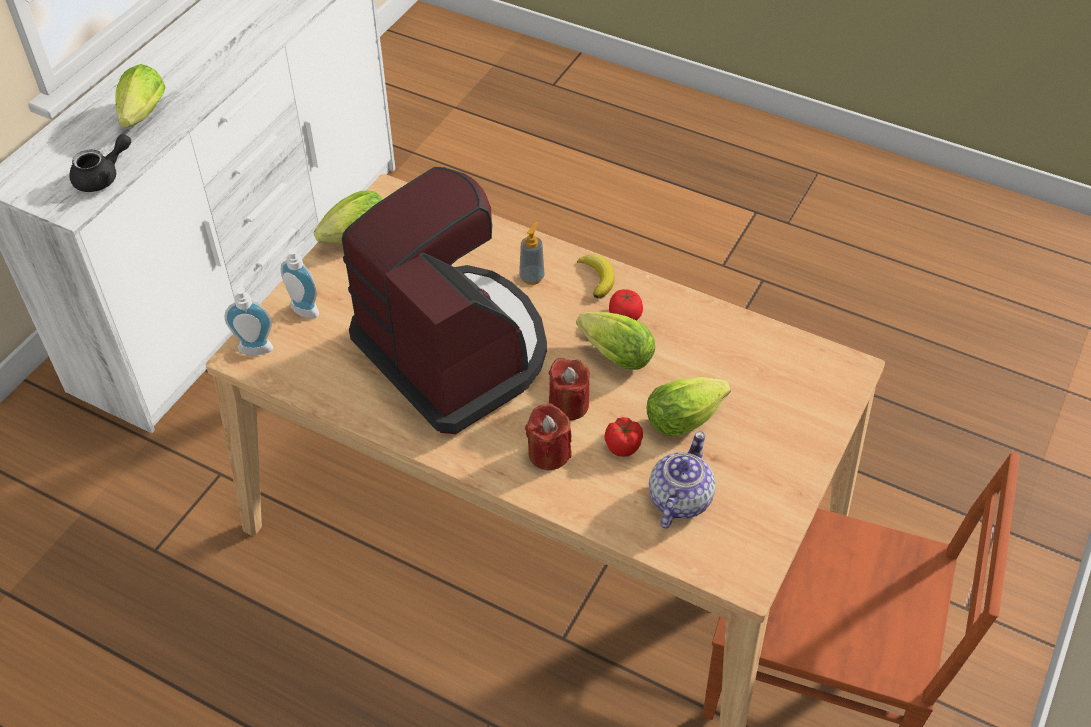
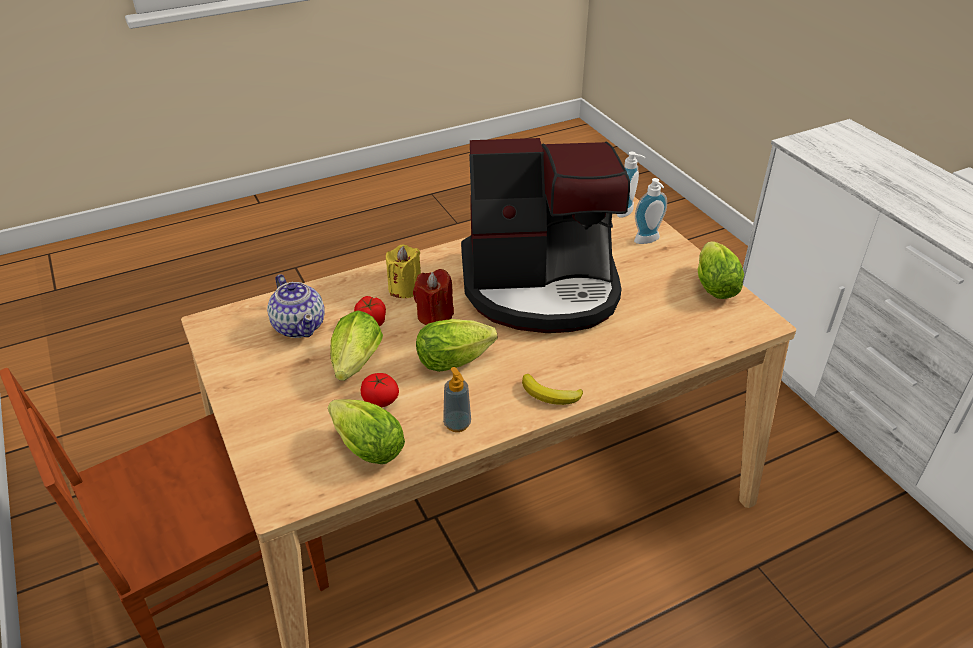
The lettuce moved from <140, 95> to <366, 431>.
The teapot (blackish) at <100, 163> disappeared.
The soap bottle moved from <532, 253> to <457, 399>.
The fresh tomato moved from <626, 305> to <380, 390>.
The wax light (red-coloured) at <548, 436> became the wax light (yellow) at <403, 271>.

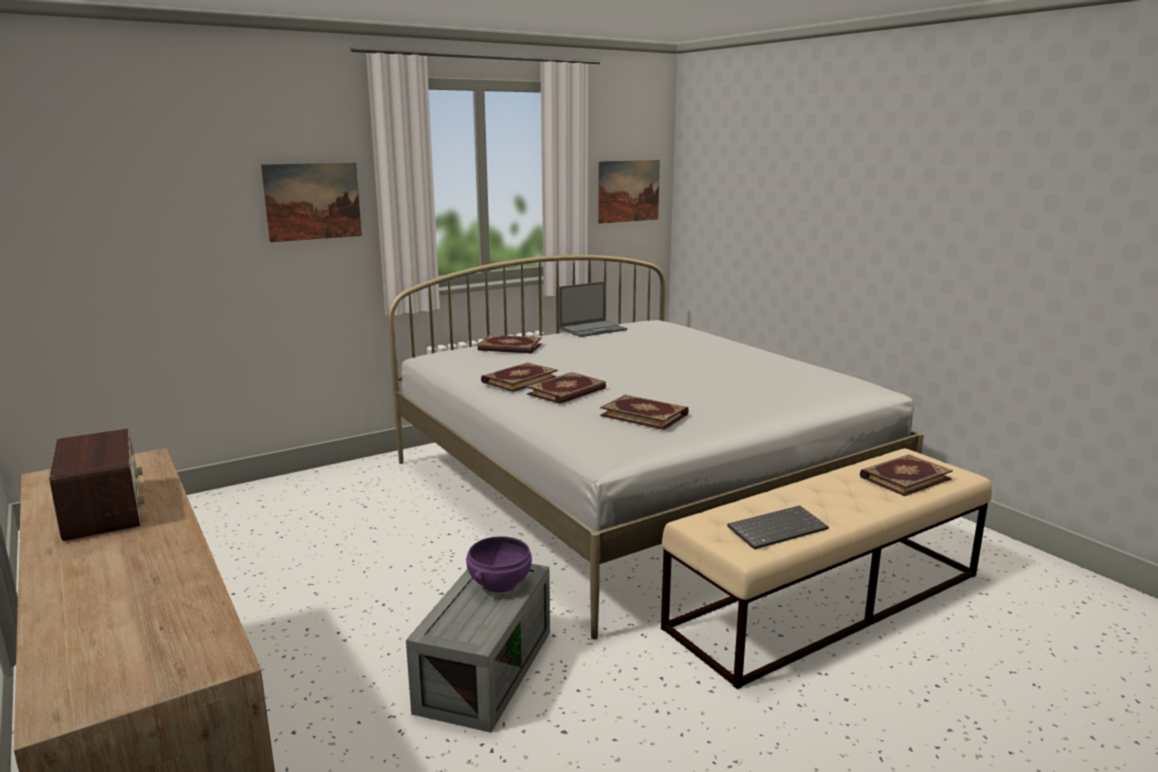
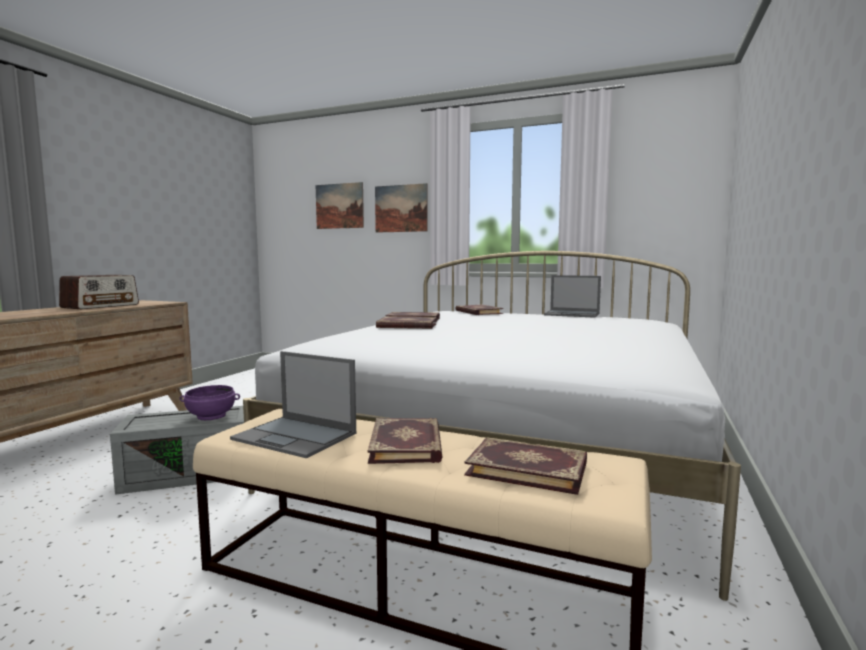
The picture moved from <629, 192> to <340, 205>.
The bound book moved from <644, 412> to <405, 441>.
The computer keyboard at <778, 528> was replaced by the laptop at <293, 404>.

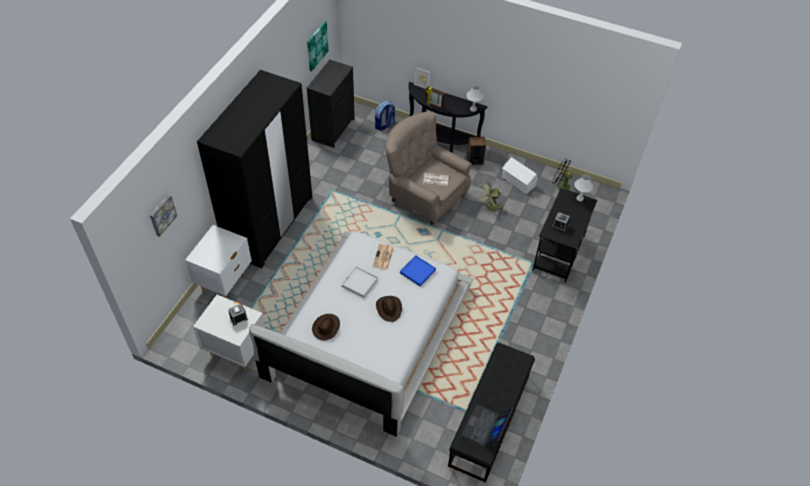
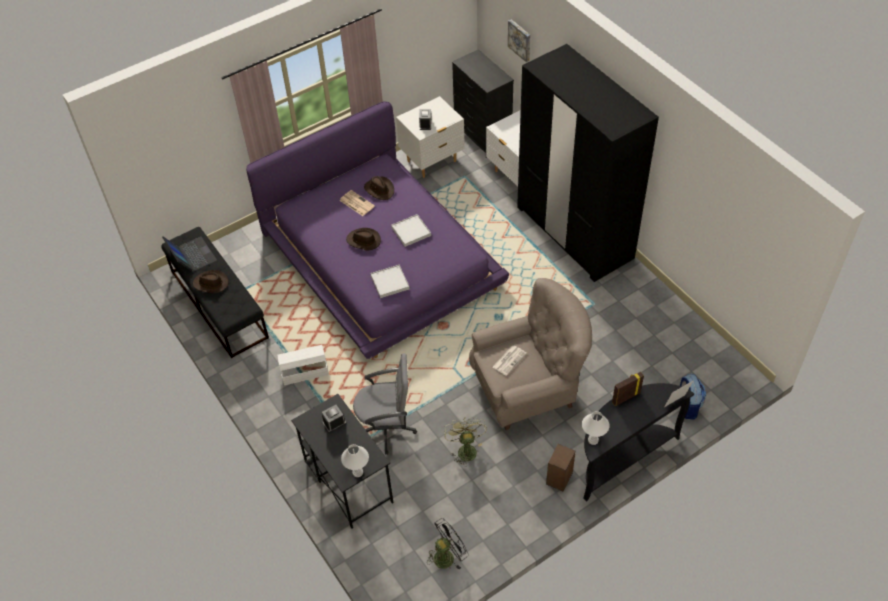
The picture at <317, 46> disappeared.
The dresser (blackish) moved from <330, 104> to <483, 103>.
The storage bin (white) moved from <519, 175> to <303, 365>.
The sleeping bed (white) at <361, 334> became the sleeping bed (purplish) at <377, 230>.
The newspaper moved from <383, 256> to <357, 203>.
The serving tray (bluish) at <418, 270> became the serving tray (white) at <390, 281>.
The wearable hat (brown-coloured) at <210, 282> appeared.
The computer chair (gray) at <385, 404> appeared.

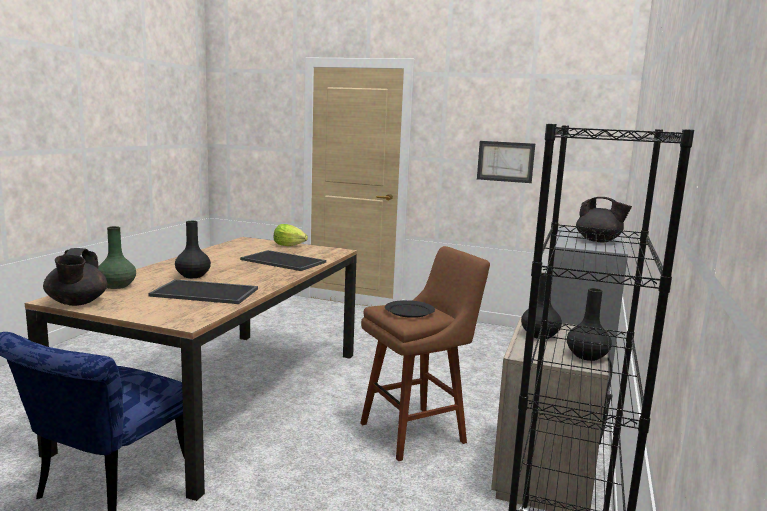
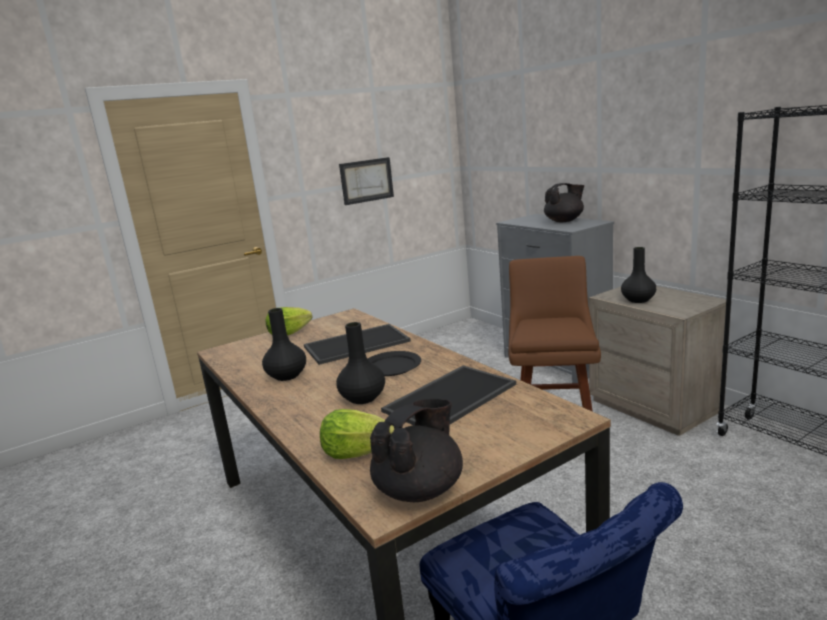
The vase (green) at <117, 257> was replaced by the lettuce at <357, 434>.
The teapot (blackish) at <75, 277> turned 75 degrees counterclockwise.
The vase (blackish) moved from <589, 324> to <284, 344>.
The flat dish (blackish) moved from <410, 309> to <394, 363>.

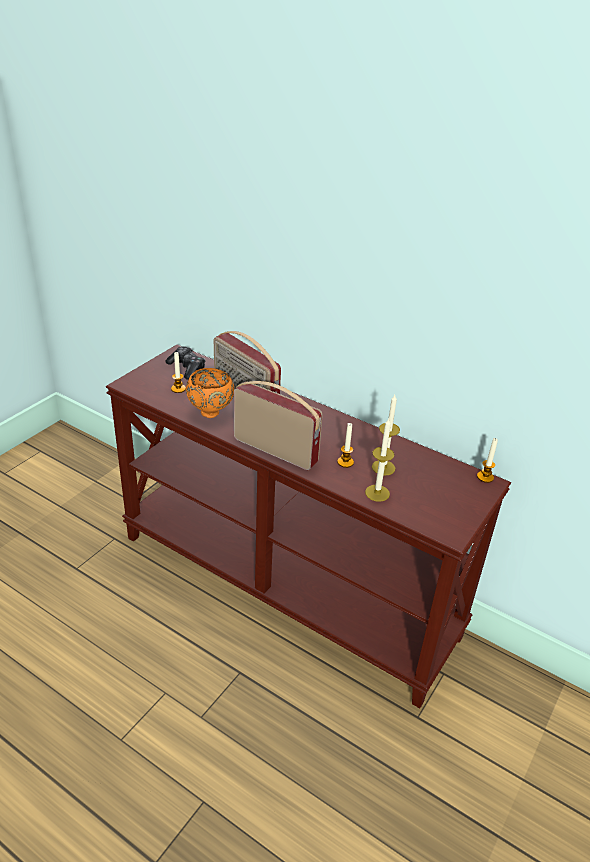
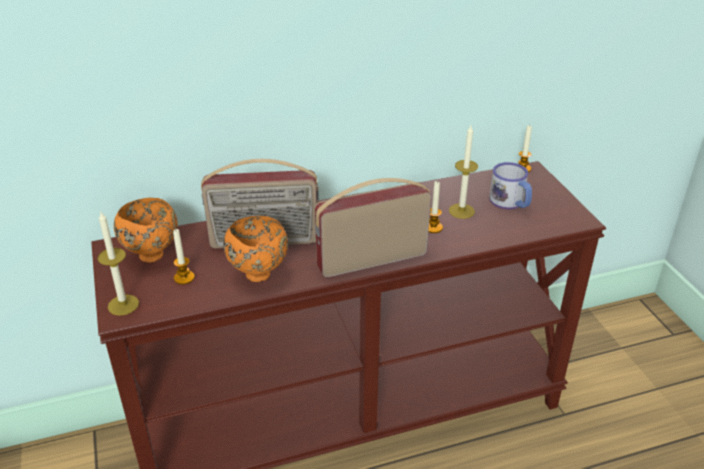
The joypad at <185, 363> was replaced by the deep dish (orange) at <146, 230>.
The wax light moved from <379, 460> to <118, 264>.
The coffee mug at <510, 185> appeared.

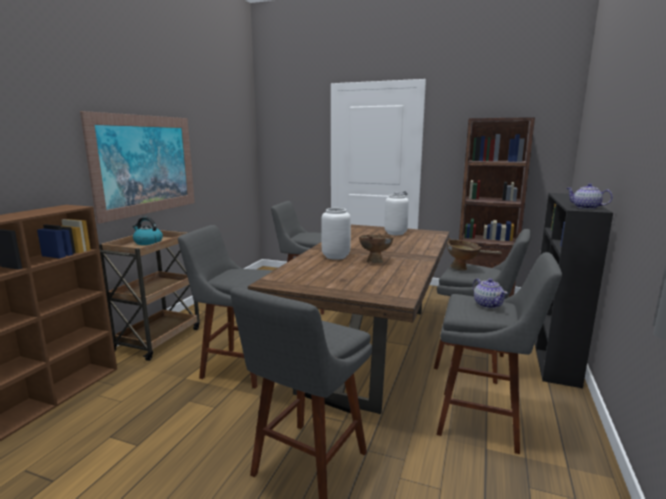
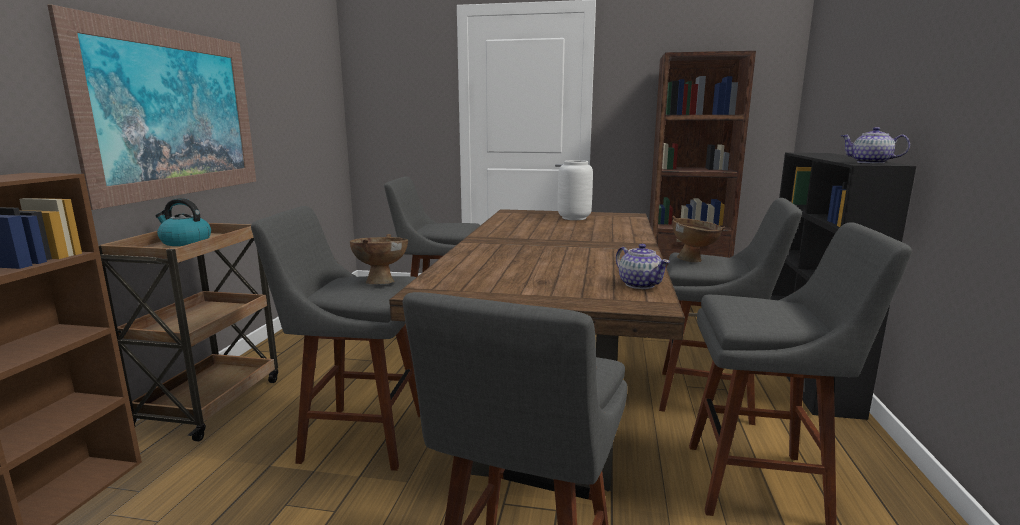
The vase (white) at <336, 234> disappeared.
The deep dish (brown-coloured) moved from <376, 248> to <379, 259>.
The teapot moved from <490, 293> to <643, 266>.

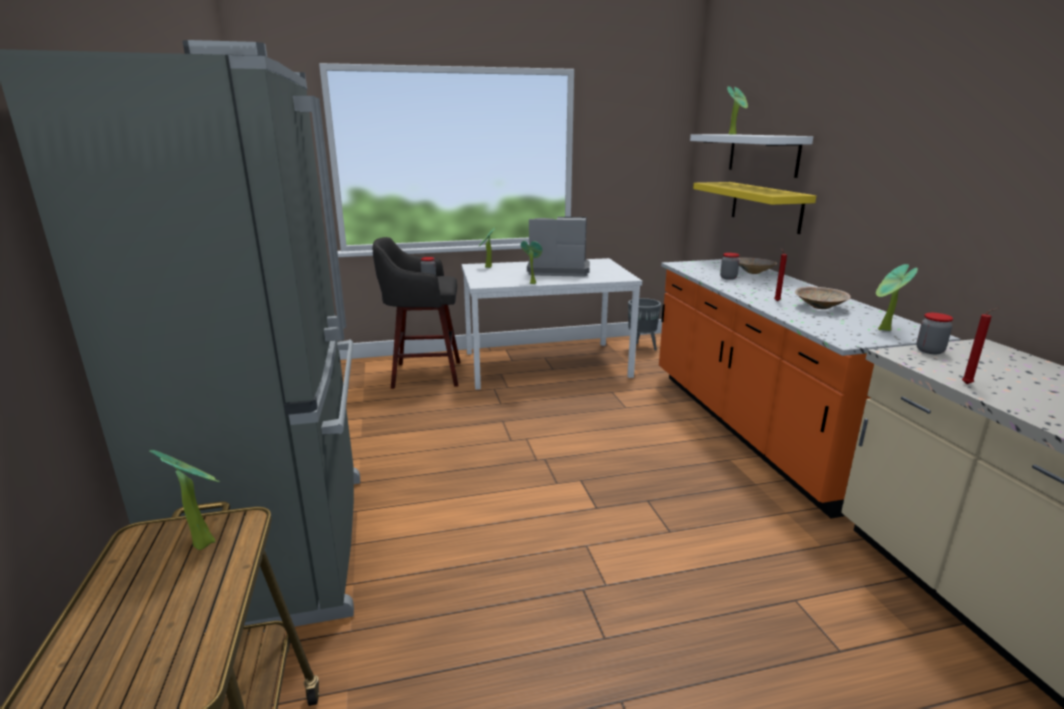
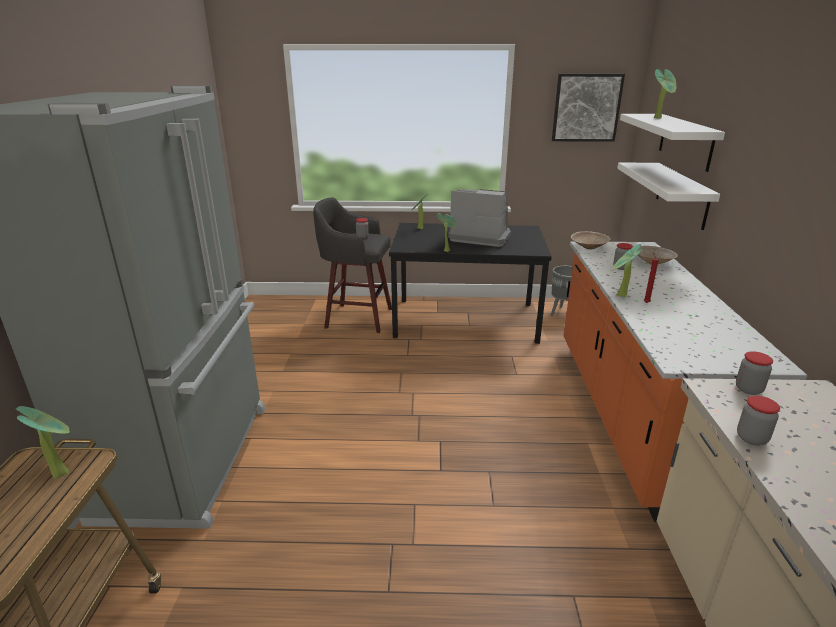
The bracket shelf (yellow) at <754, 208> became the bracket shelf (white) at <668, 196>.
The dinner table (white) at <552, 324> became the dinner table (blackish) at <470, 283>.
The potted plant moved from <897, 297> to <628, 270>.
The deep dish (beige-coloured) moved from <823, 297> to <590, 240>.
The wax light (red-coloured) at <980, 346> was replaced by the storage jar at <758, 421>.
The picture at <588, 108> appeared.

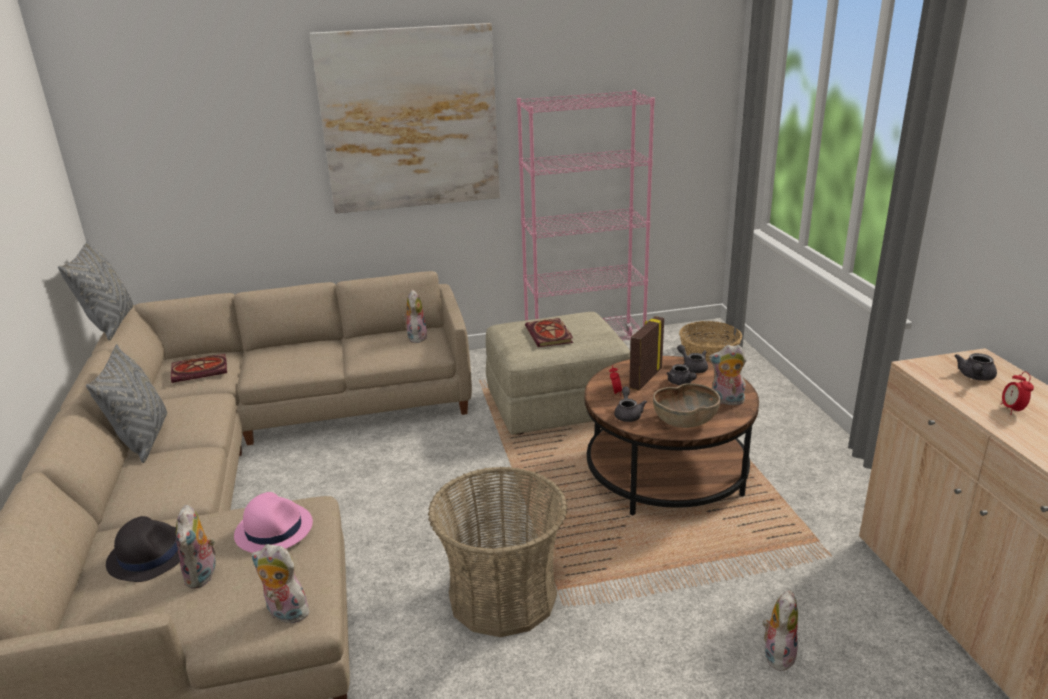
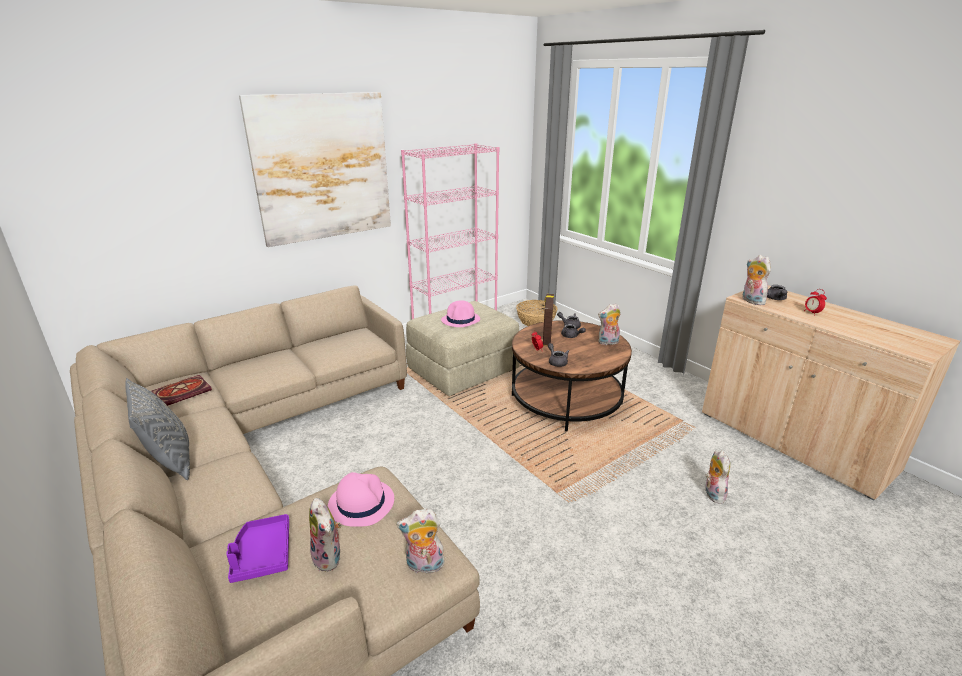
The pillow (gray) at <95, 290> disappeared.
The cuddly toy moved from <415, 316> to <757, 280>.
The bound book at <549, 332> was replaced by the wearable hat (pink) at <460, 313>.
The deep dish (brown-coloured) at <687, 405> disappeared.
The storage basket at <497, 552> disappeared.
The wearable hat (blackish) at <143, 549> was replaced by the serving tray (purplish) at <257, 548>.

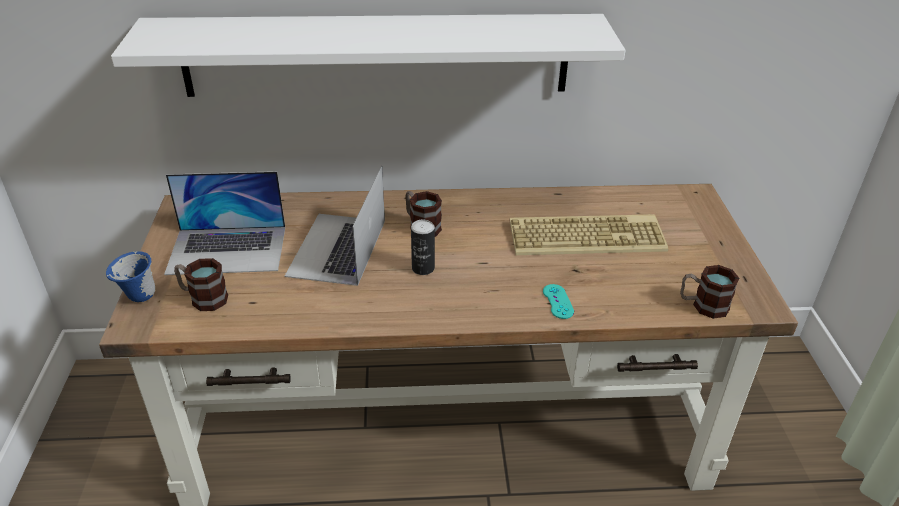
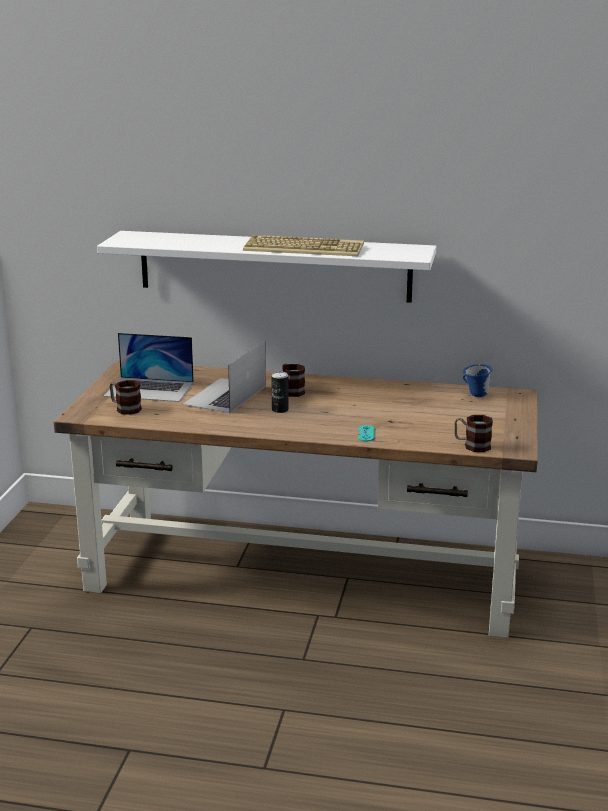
The computer keyboard moved from <589, 234> to <303, 245>.
The coffee mug (bluish) moved from <130, 276> to <478, 380>.

